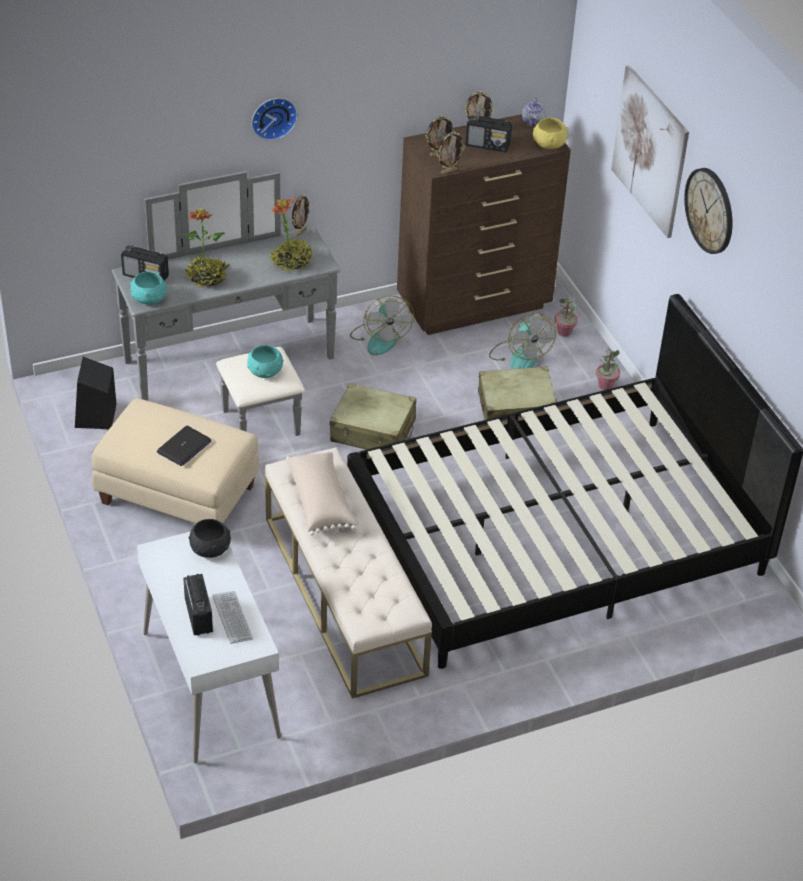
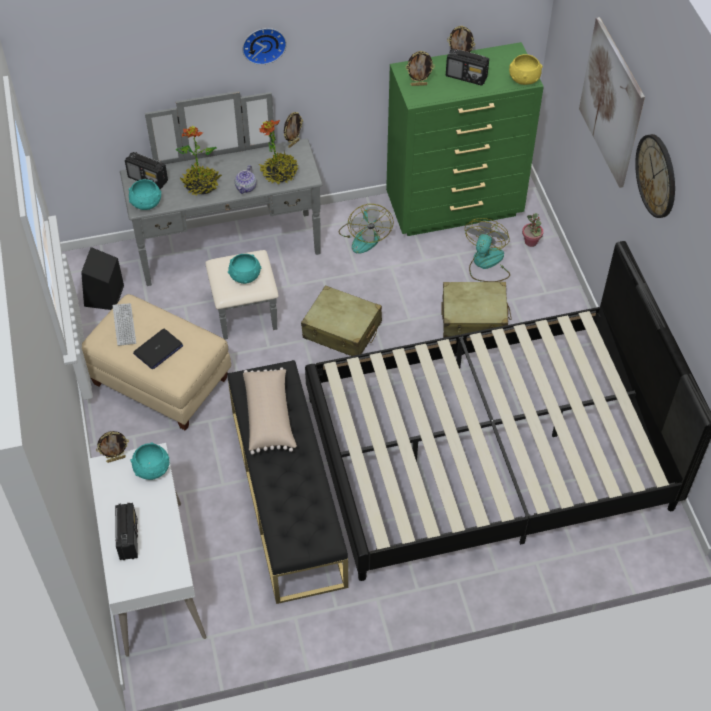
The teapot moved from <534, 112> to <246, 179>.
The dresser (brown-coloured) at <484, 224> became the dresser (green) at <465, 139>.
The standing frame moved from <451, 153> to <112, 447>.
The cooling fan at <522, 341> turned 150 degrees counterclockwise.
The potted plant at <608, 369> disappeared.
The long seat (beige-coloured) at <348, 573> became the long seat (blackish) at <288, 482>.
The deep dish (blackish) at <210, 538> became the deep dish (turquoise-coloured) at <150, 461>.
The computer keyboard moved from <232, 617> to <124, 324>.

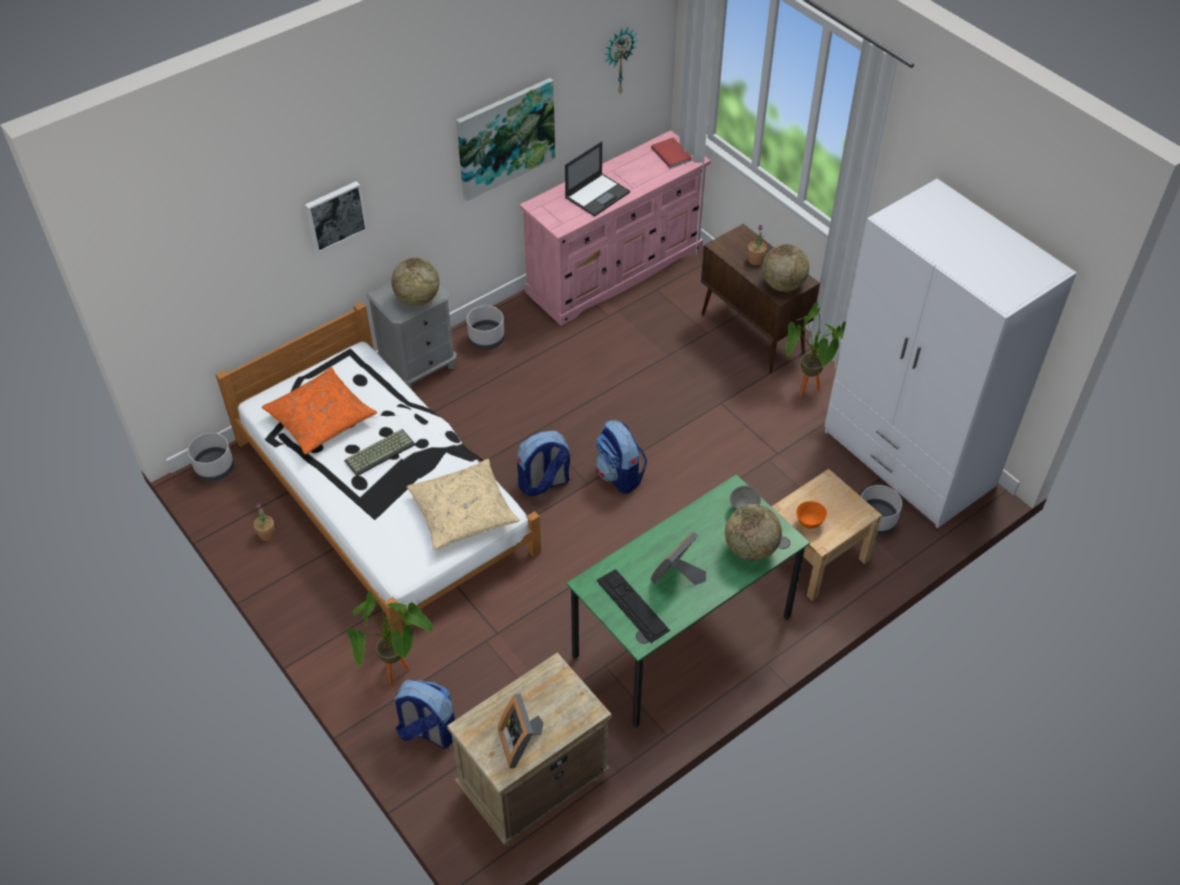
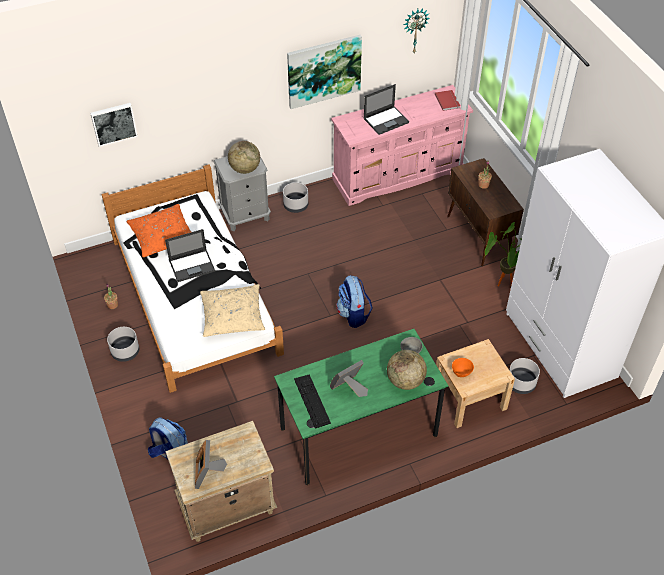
The picture moved from <336, 217> to <114, 125>.
The world globe at <785, 268> disappeared.
The computer keyboard at <379, 452> was replaced by the laptop at <190, 255>.
The knapsack at <543, 463> disappeared.
The plant pot (gray) moved from <211, 457> to <123, 344>.
The potted plant at <390, 637> disappeared.

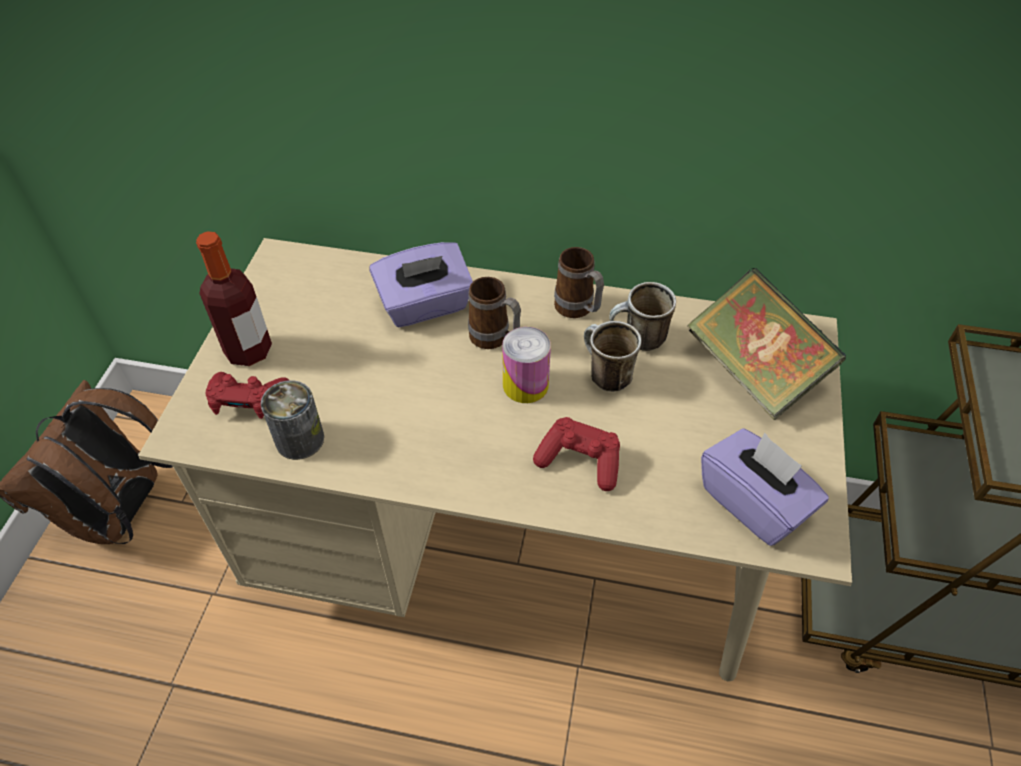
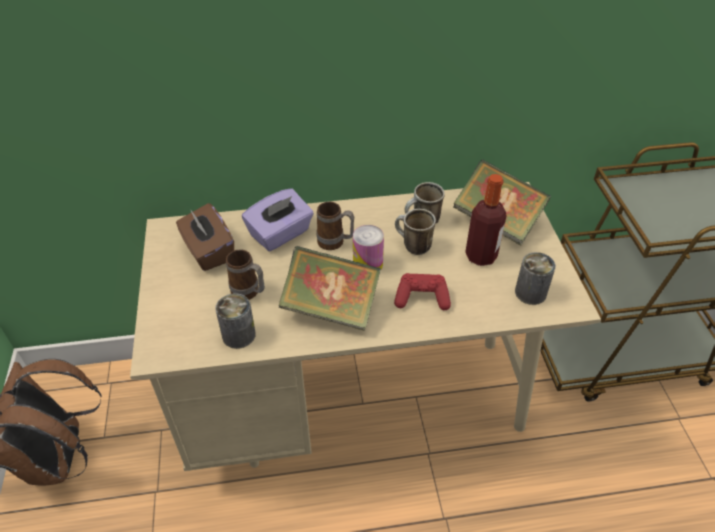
The beverage bottle moved from <234, 298> to <486, 220>.
The coffee mug moved from <579, 282> to <245, 274>.
The joypad (red-coloured) at <247, 395> disappeared.
The tissue holder (purplish) at <765, 487> was replaced by the metal can at <535, 278>.
The tissue holder (brown-coloured) at <205, 237> appeared.
The bound book at <330, 288> appeared.

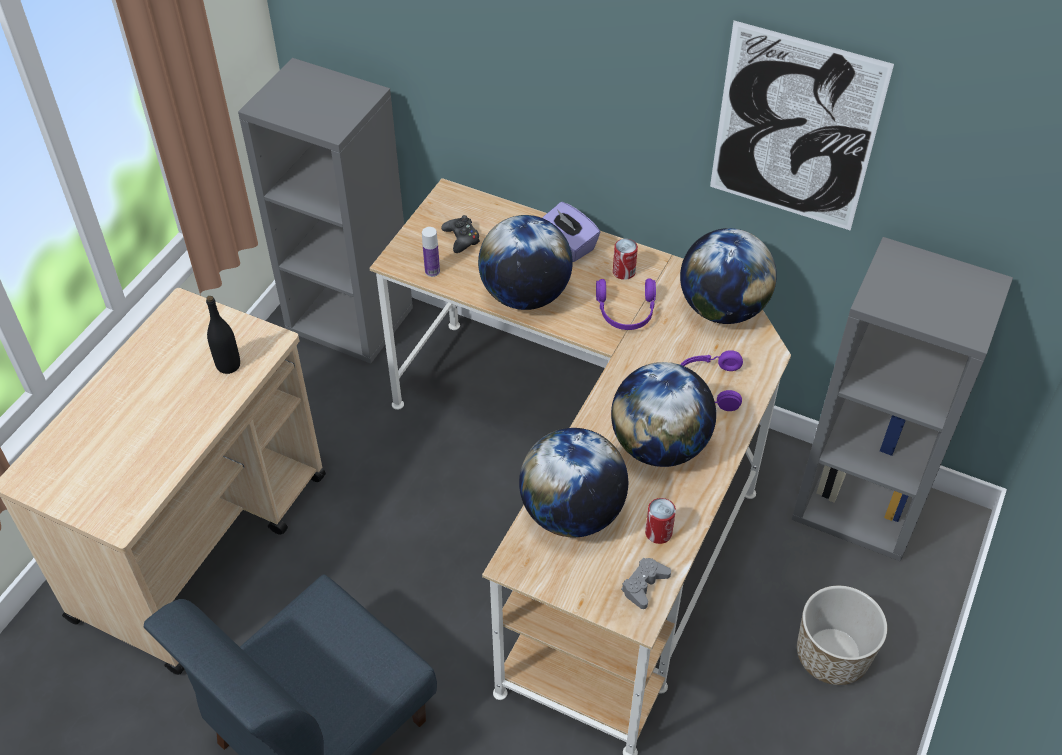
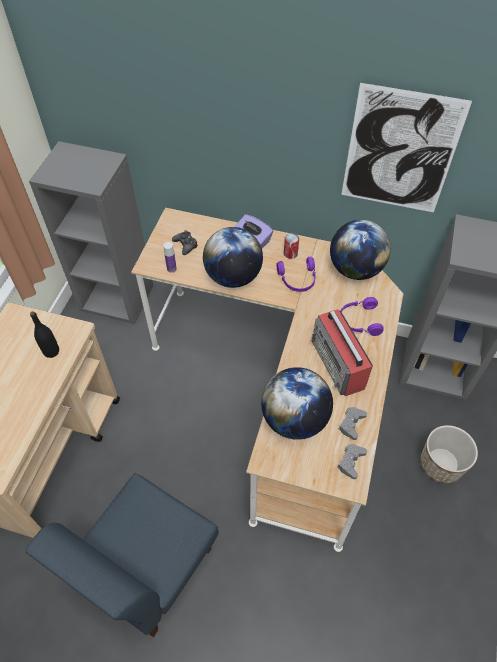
The world globe at <663, 414> was replaced by the radio set at <342, 352>.
The metal can at <660, 521> was replaced by the joypad (gray) at <353, 423>.

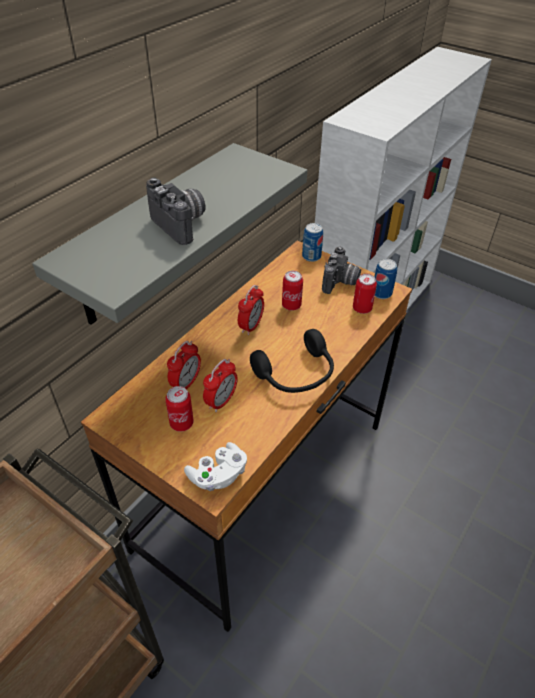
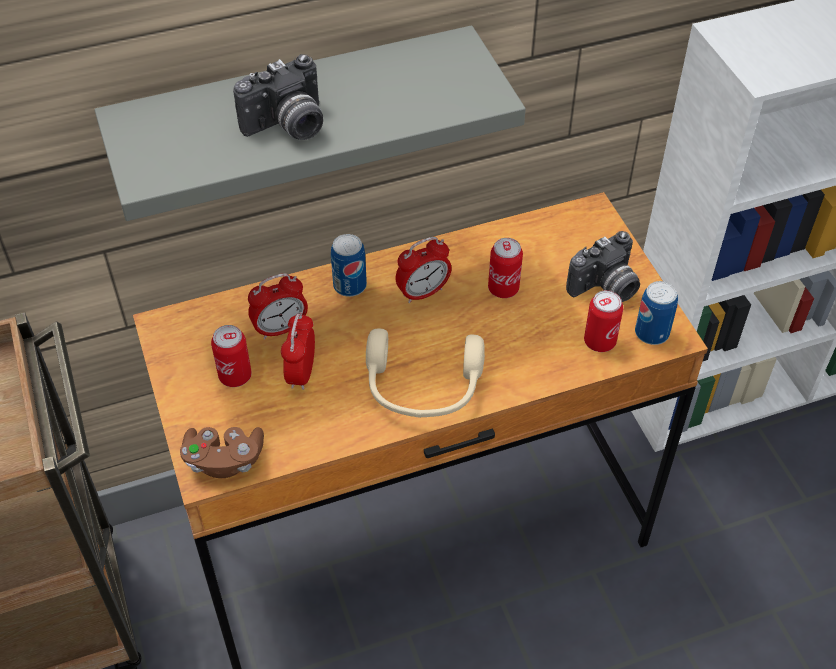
The photo camera at <176, 211> turned 60 degrees clockwise.
The metal can moved from <312, 242> to <349, 265>.
The pair of headphones (blackish) at <292, 361> became the pair of headphones (beige-coloured) at <425, 373>.
The bedside clock at <220, 385> turned 120 degrees clockwise.
The joypad (white) at <215, 466> became the joypad (brown-coloured) at <222, 452>.

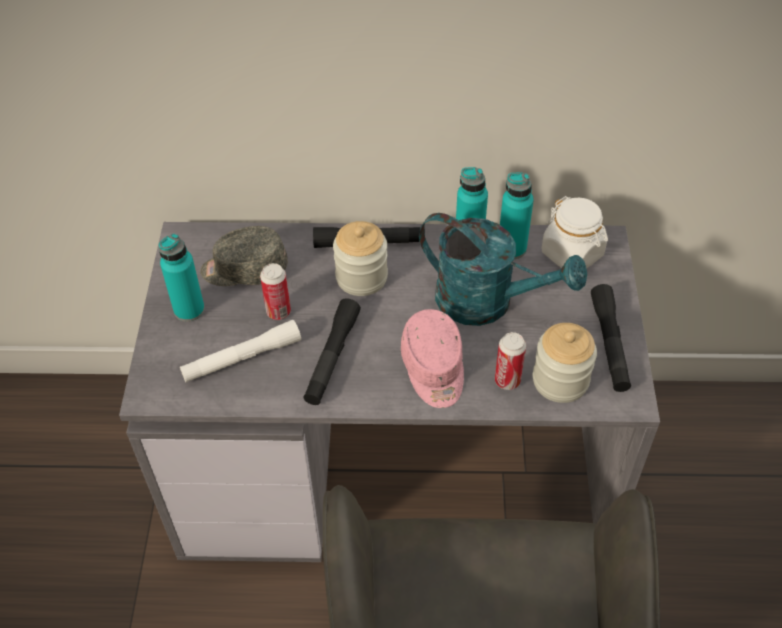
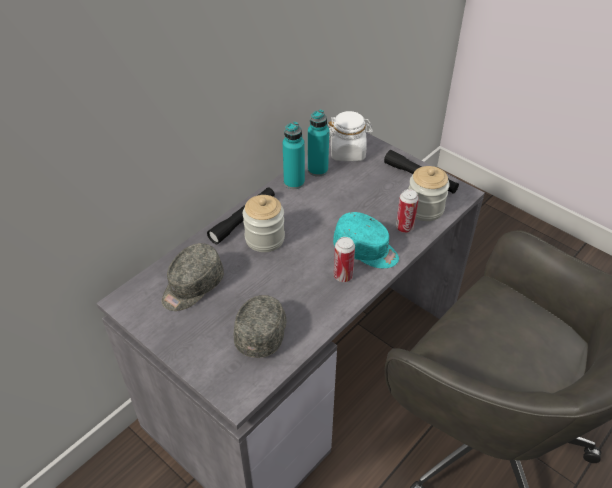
The watering can (turquoise-coloured) at <503, 269> disappeared.
The beverage bottle (turquoise-coloured) at <182, 277> disappeared.
The metal can moved from <275, 291> to <344, 259>.
The torch (blackish) at <332, 351> disappeared.
The cap (pink) at <432, 358> became the cap (turquoise-coloured) at <366, 240>.
The torch (white) at <240, 351> was replaced by the cap (gray) at <260, 326>.

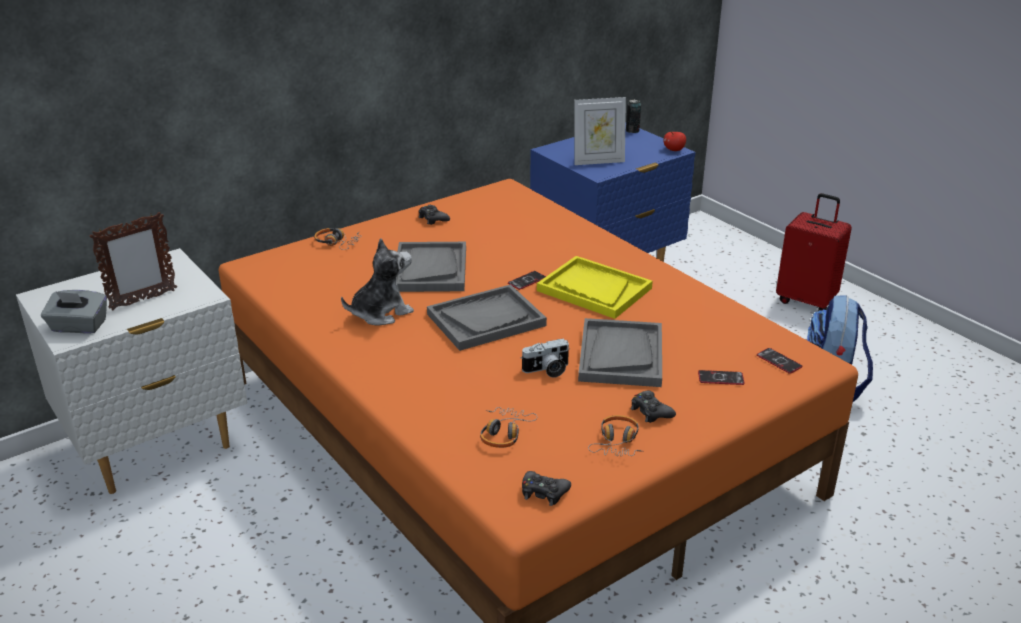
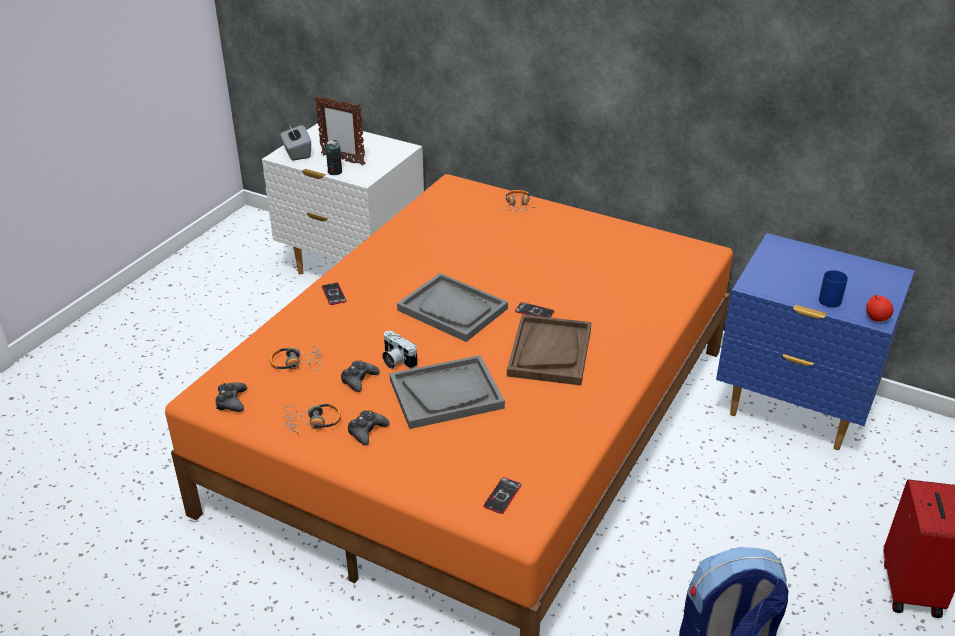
The standing frame at <600, 131> disappeared.
The metal can moved from <633, 116> to <334, 157>.
The joypad (blackish) moved from <434, 215> to <360, 376>.
The cuddly toy at <377, 282> disappeared.
The serving tray (gray) at <431, 267> disappeared.
The serving tray (yellow) at <595, 287> became the serving tray (brown-coloured) at <549, 349>.
The handset moved from <721, 377> to <334, 294>.
The coffee mug (bluish) at <833, 289> appeared.

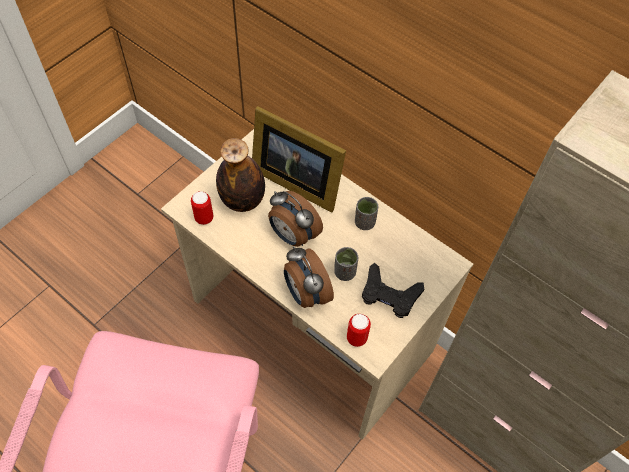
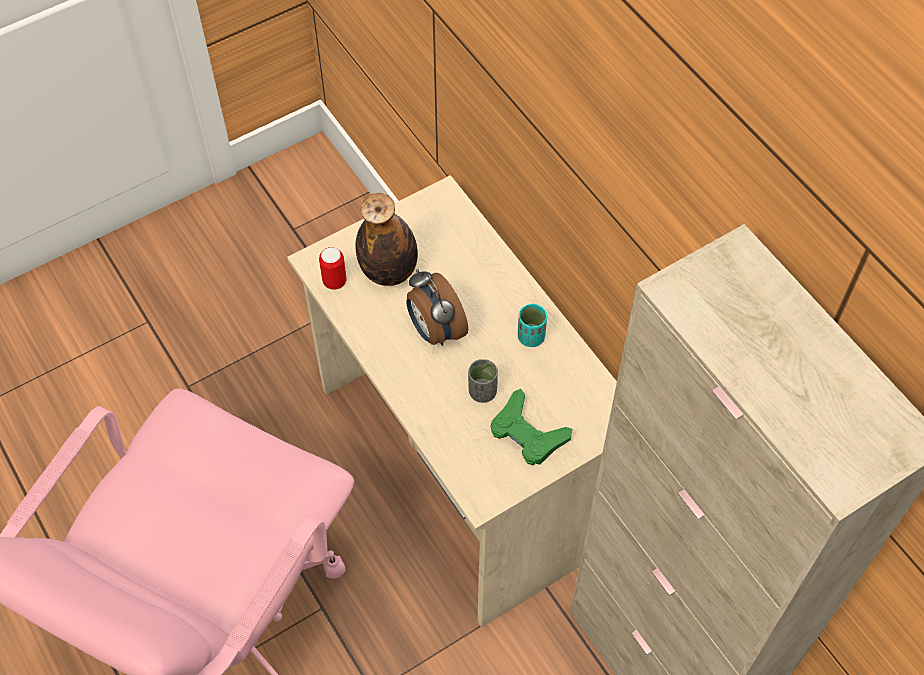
The standing frame at <299, 159> disappeared.
The cup (gray) at <366, 213> became the cup (turquoise-coloured) at <532, 325>.
The bedside clock at <309, 277> disappeared.
The joypad (blackish) at <393, 290> became the joypad (green) at <531, 427>.
The metal can at <359, 330> disappeared.

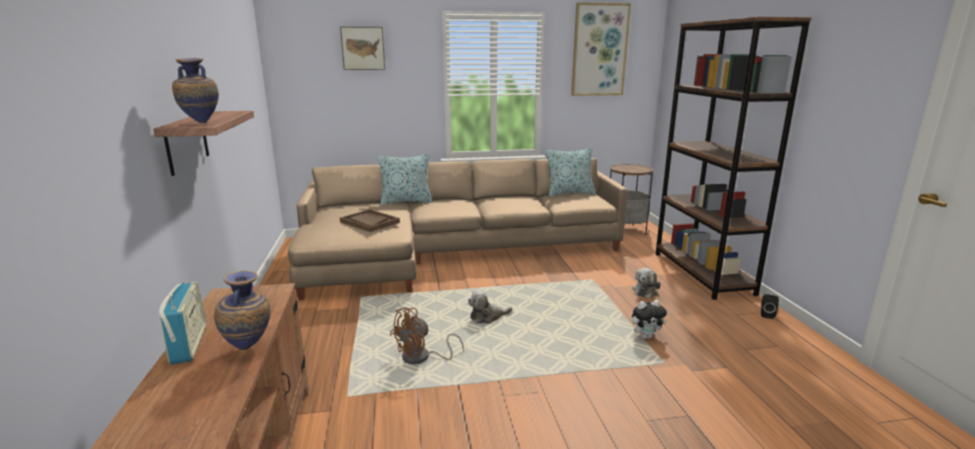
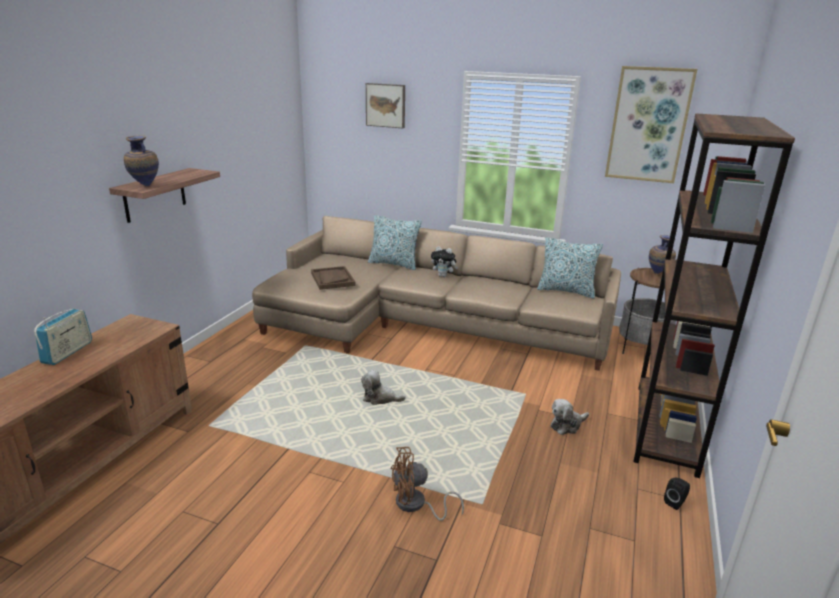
The vase moved from <242, 310> to <662, 254>.
The cuddly toy moved from <649, 319> to <444, 261>.
The cooling fan (brown-coloured) moved from <427, 335> to <427, 484>.

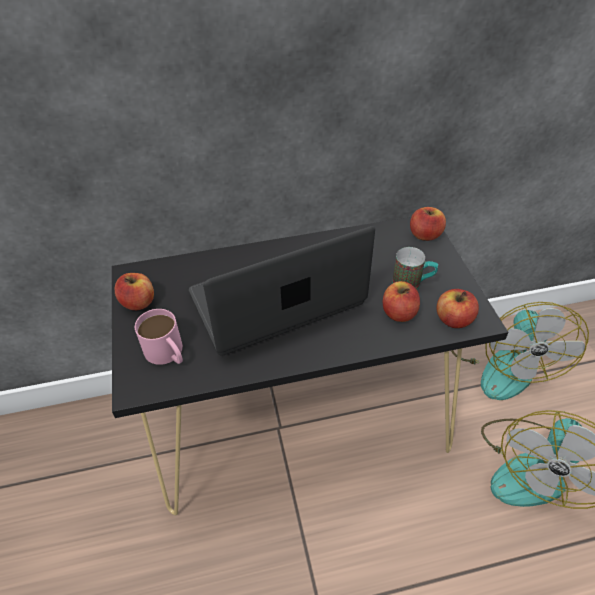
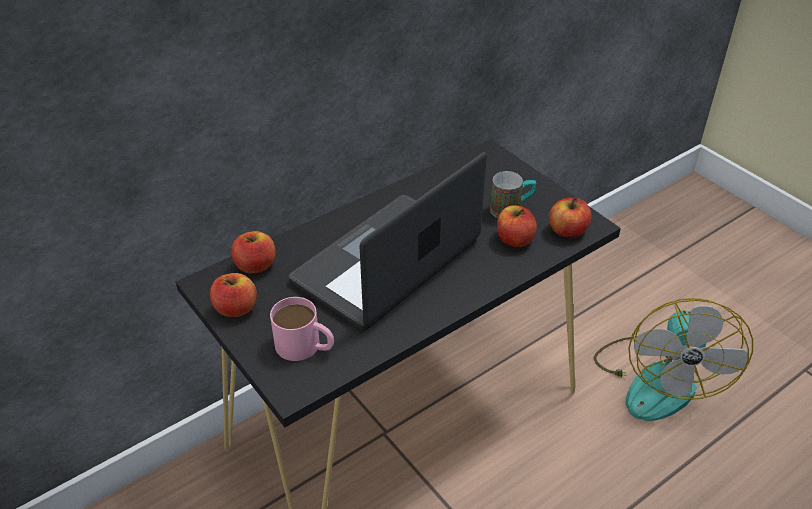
The whole apple moved from <428, 224> to <253, 252>.
The cooling fan at <520, 351> disappeared.

